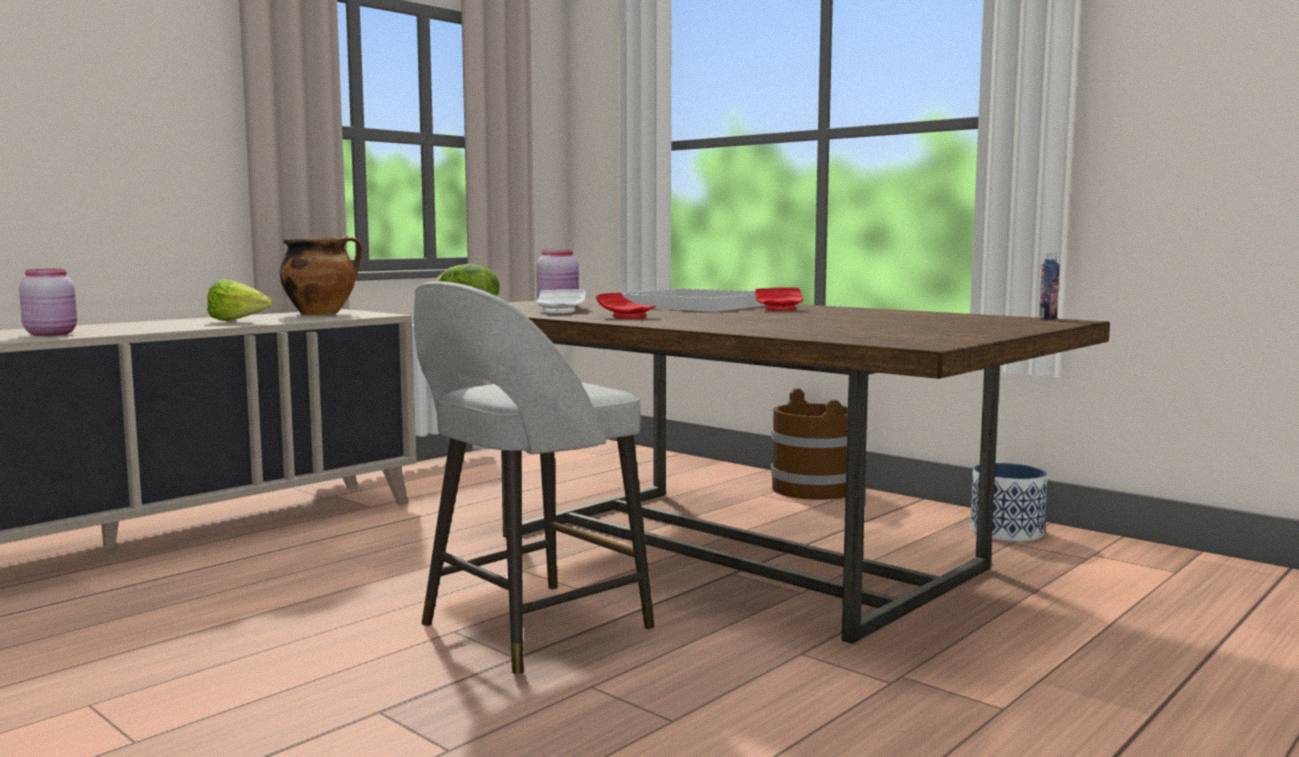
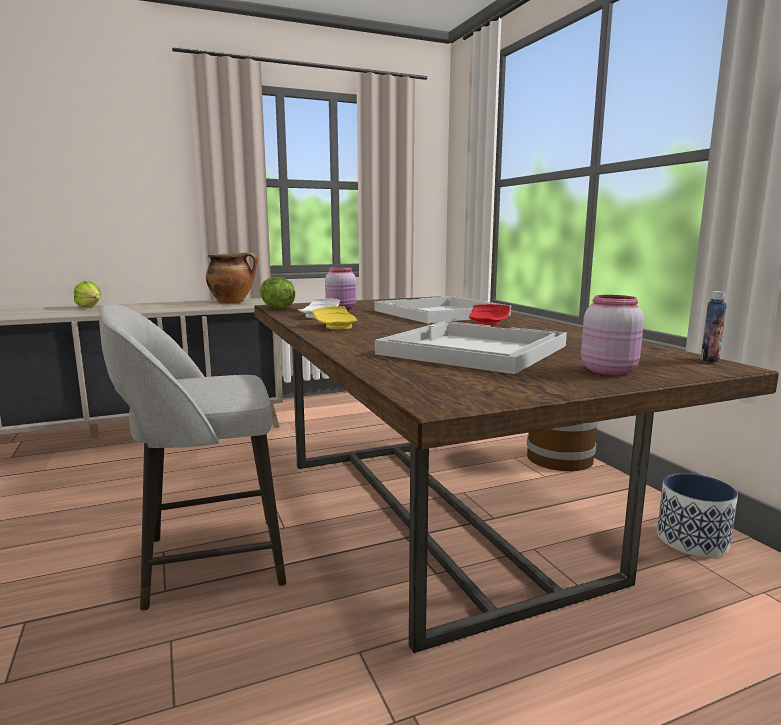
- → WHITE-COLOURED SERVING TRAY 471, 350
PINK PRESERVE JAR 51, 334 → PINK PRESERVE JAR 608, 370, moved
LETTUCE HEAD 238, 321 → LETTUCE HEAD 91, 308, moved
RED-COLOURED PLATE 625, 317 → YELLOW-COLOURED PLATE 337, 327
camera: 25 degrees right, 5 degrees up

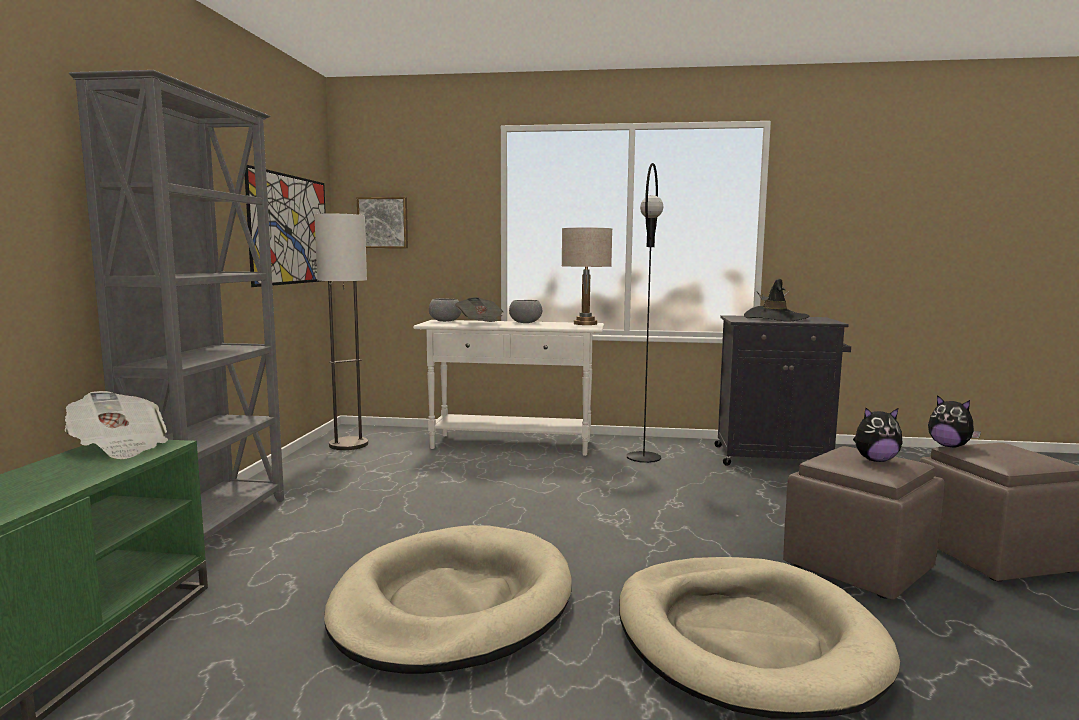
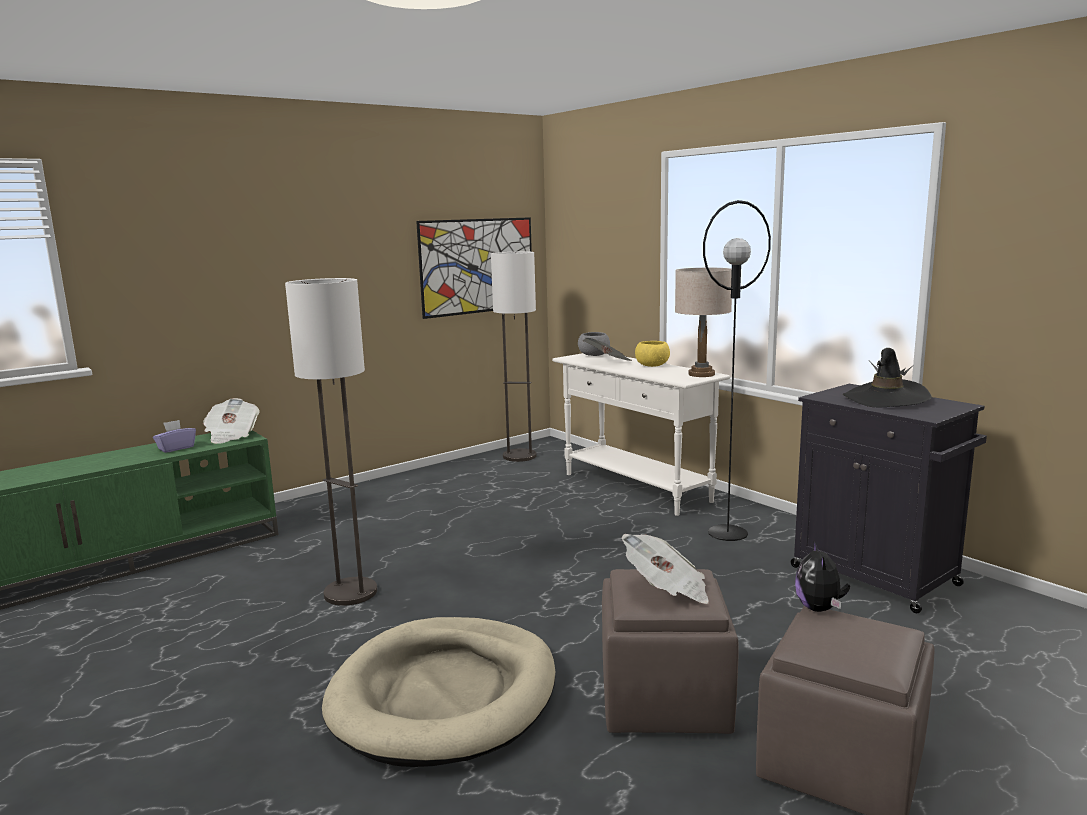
GRAY BOOKCASE 214, 526 → -
PICTURE 383, 223 → -
- → PURPLE-COLOURED TISSUE BOX 176, 448
BEIGE PET BED 453, 605 → FLOOR LAMP 350, 593
CUDDLY TOY 875, 460 → DAILY PAPER 667, 590
GRAY SERVING BOWL 525, 322 → YELLOW-COLOURED SERVING BOWL 652, 365
camera: 45 degrees right, 5 degrees up

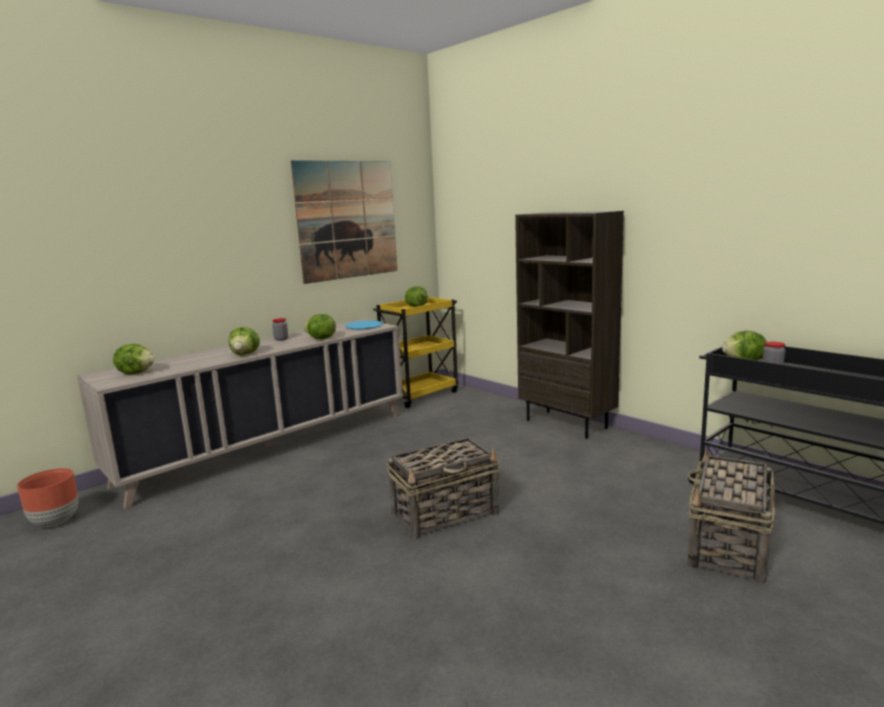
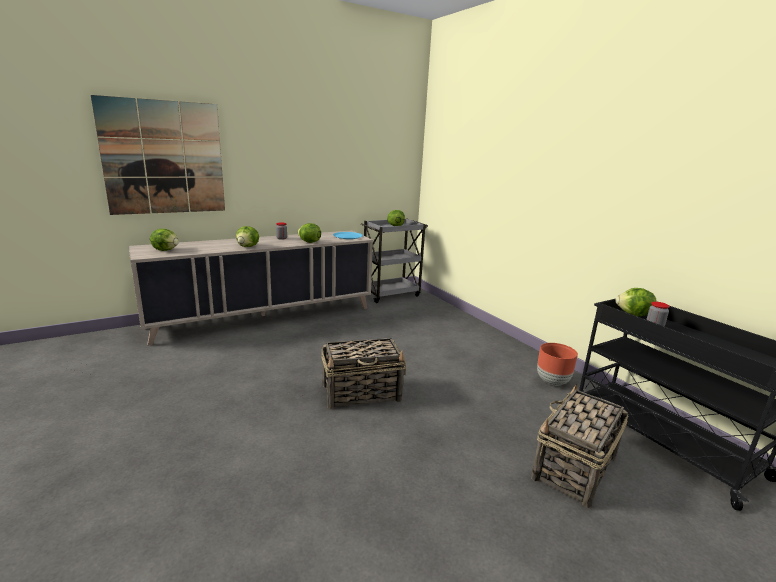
BROWN-COLOURED BOOKCASE 567, 424 → -
BROWN-COLOURED PLANT POT 56, 521 → BROWN-COLOURED PLANT POT 552, 381, moved
PICTURE 347, 220 → PICTURE 164, 158, moved
YELLOW-COLOURED CART 421, 395 → GRAY CART 391, 294
camera: 10 degrees right, 5 degrees up

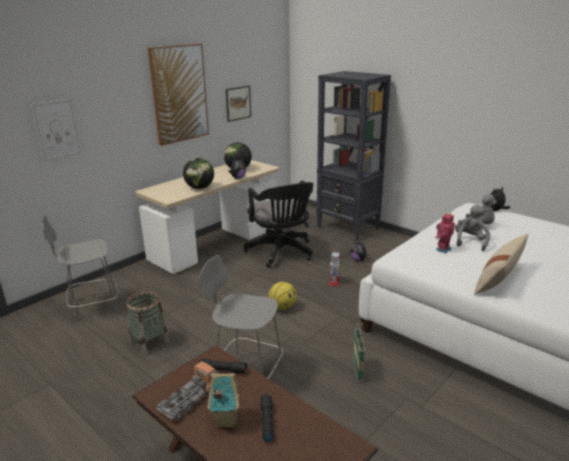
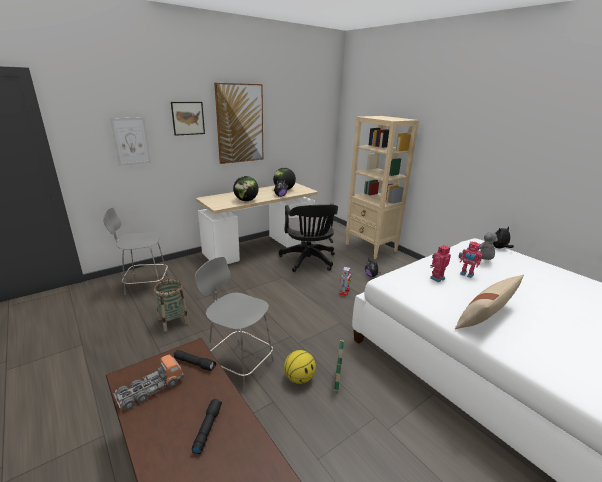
TOY HOUSE 225, 420 → -
PICTURE 238, 103 → PICTURE 188, 118, moved
BALL FOR BASKETBALL 283, 307 → BALL FOR BASKETBALL 299, 378, moved
GRAY CUDDLY TOY 470, 242 → TOY ROBOT 466, 274
BLACK BOOKCASE 348, 228 → BEIGE BOOKCASE 371, 248
camera: 10 degrees right, 0 degrees up

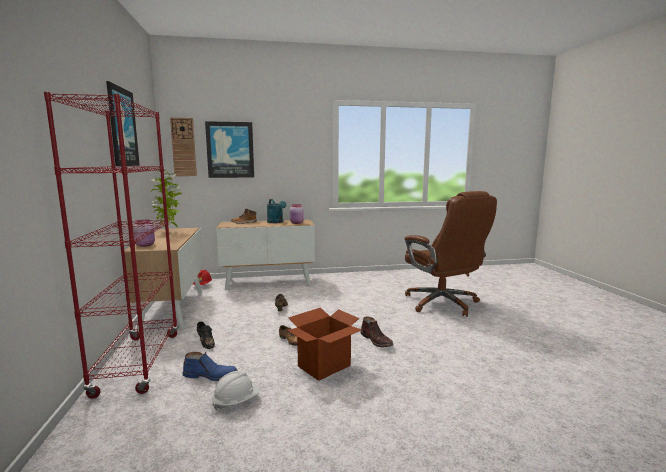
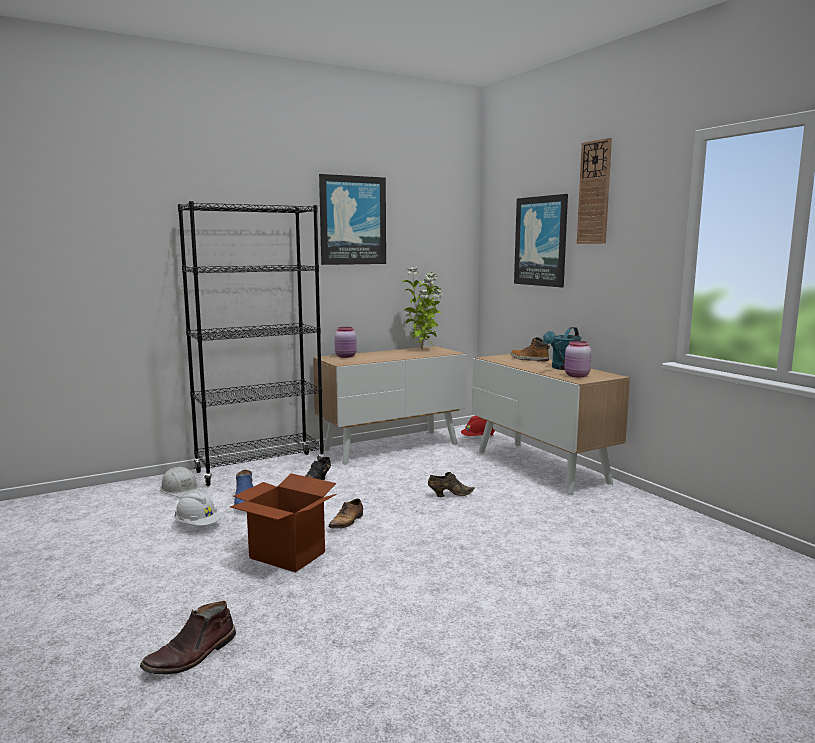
BROWN-COLOURED COMPUTER CHAIR 442, 303 → -
- → WHITE-COLOURED SAFETY HELMET 180, 490
WALL CLOCK 183, 147 → WALL CLOCK 594, 192, moved
BROWN-COLOURED BOOT 377, 341 → BROWN-COLOURED BOOT 192, 655, moved
RED-COLOURED BOOKCASE 138, 363 → BLACK BOOKCASE 260, 469
camera: 70 degrees right, 0 degrees up

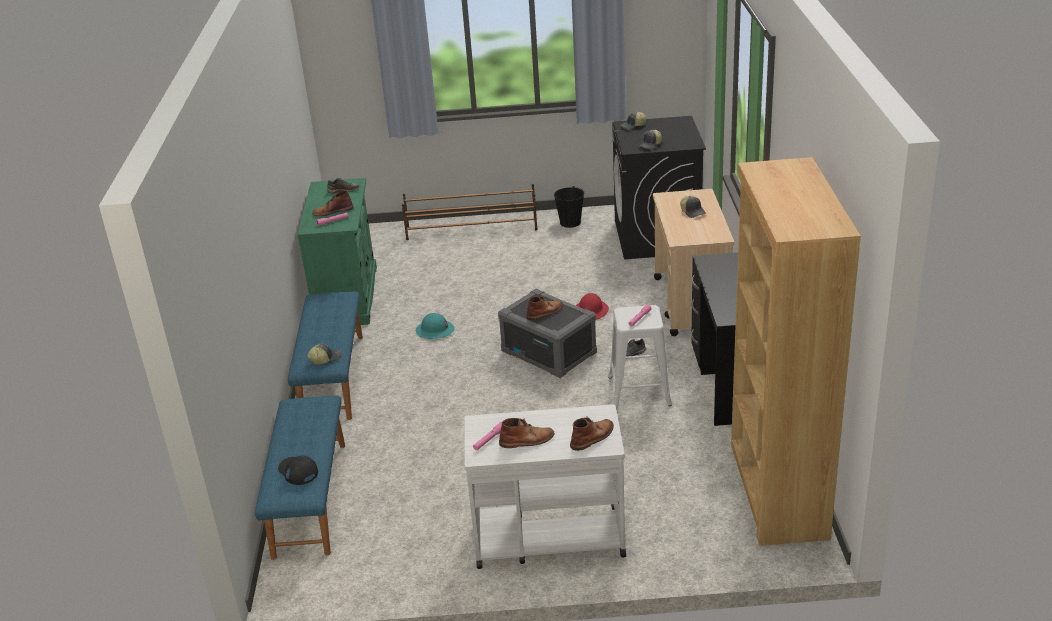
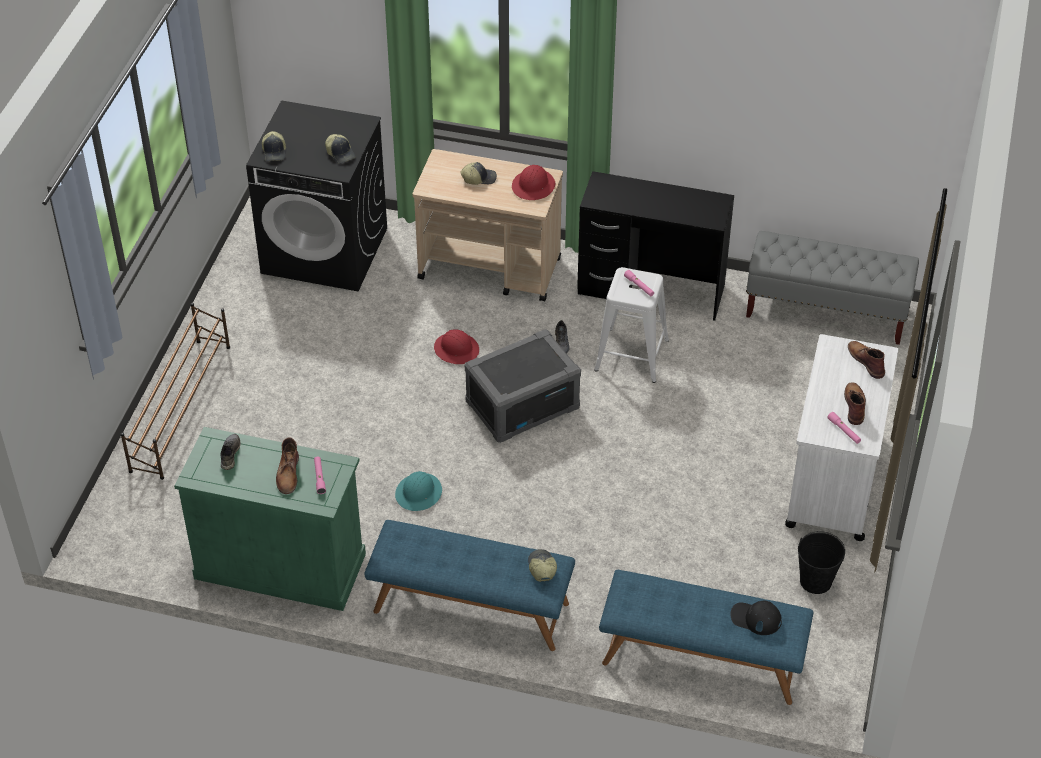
BROWN-COLOURED BOOT 545, 312 → -
- → RED-COLOURED SAFETY HELMET 533, 186
BLACK WATER BUCKET 570, 222 → BLACK WATER BUCKET 815, 581, moved
BROWN-COLOURED BOOKCASE 776, 490 → GRAY INDOOR BENCH 826, 312
BLACK BASEBALL CAP 298, 471 → BLACK BASEBALL CAP 755, 618, 45 degrees clockwise
camera: 75 degrees left, 15 degrees up

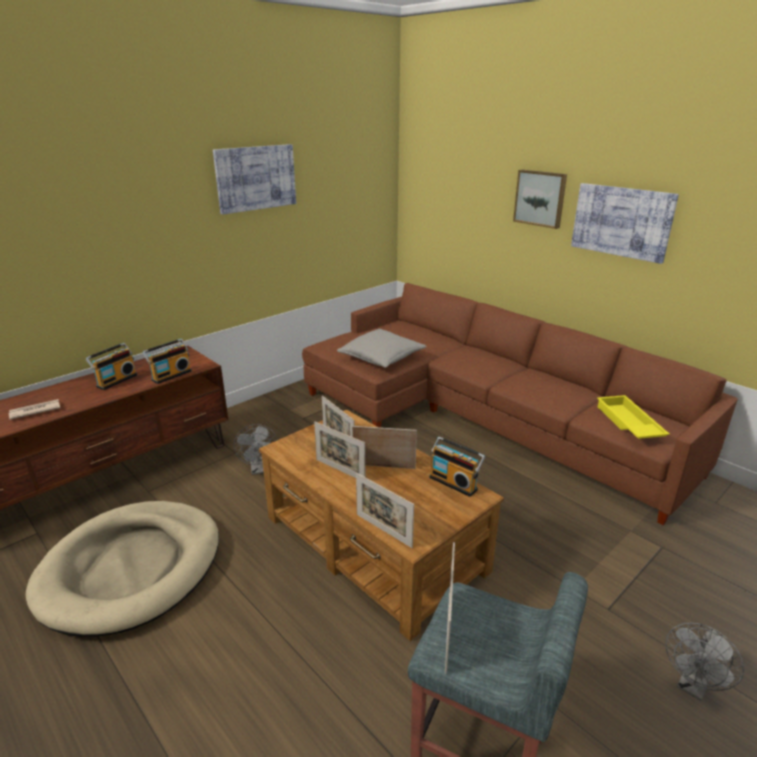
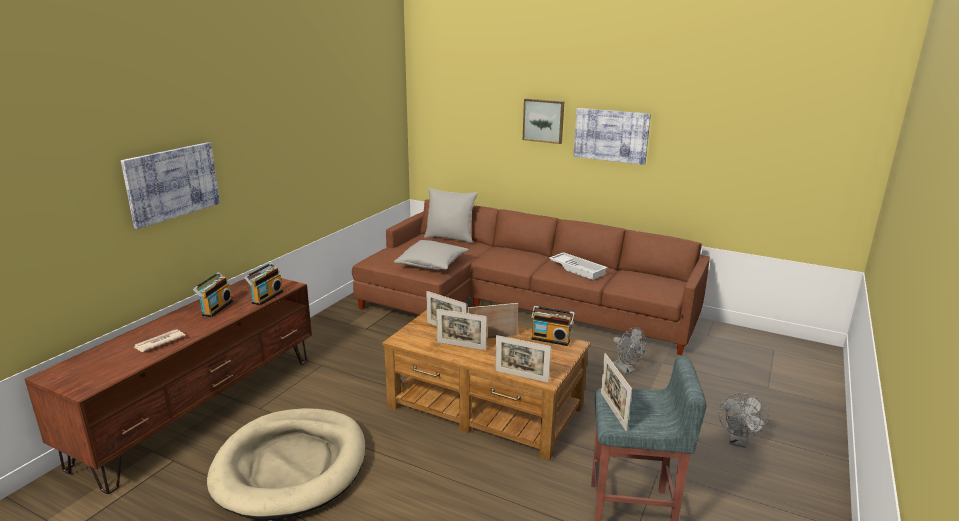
YELLOW-COLOURED SERVING TRAY 627, 423 → -
- → GRAY THROW PILLOW 450, 238
- → WHITE-COLOURED SERVING TRAY 578, 269
PICTURE 256, 178 → PICTURE 172, 183, moved
GRAY COOLING FAN 259, 469 → GRAY COOLING FAN 626, 370, moved
camera: 20 degrees left, 5 degrees down

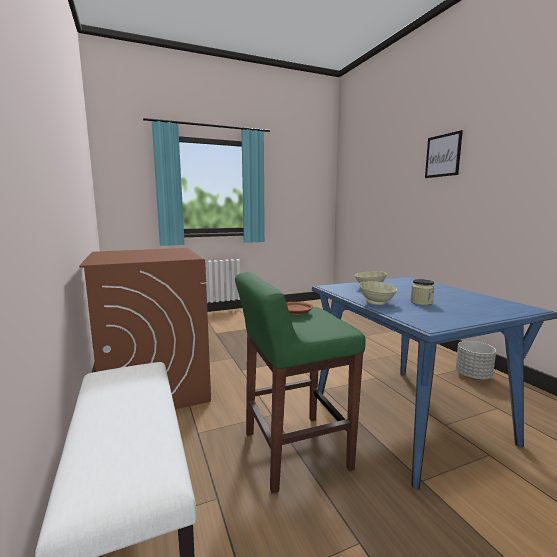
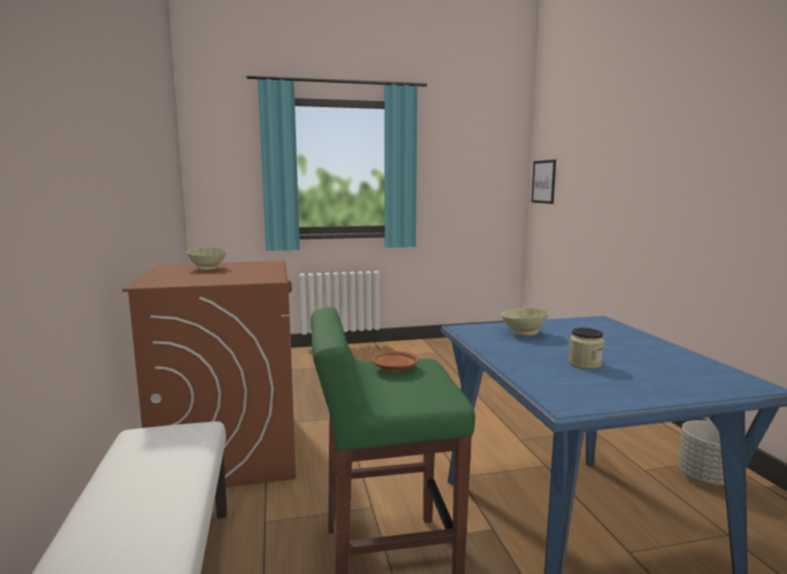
BEIGE SERVING BOWL 376, 303 → BEIGE SERVING BOWL 207, 268, moved
PICTURE 443, 155 → PICTURE 543, 182, moved
camera: 10 degrees right, 0 degrees up

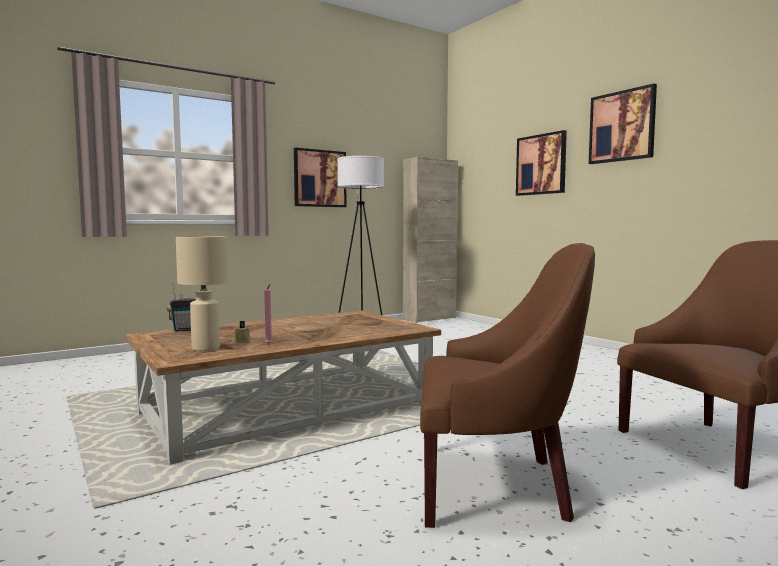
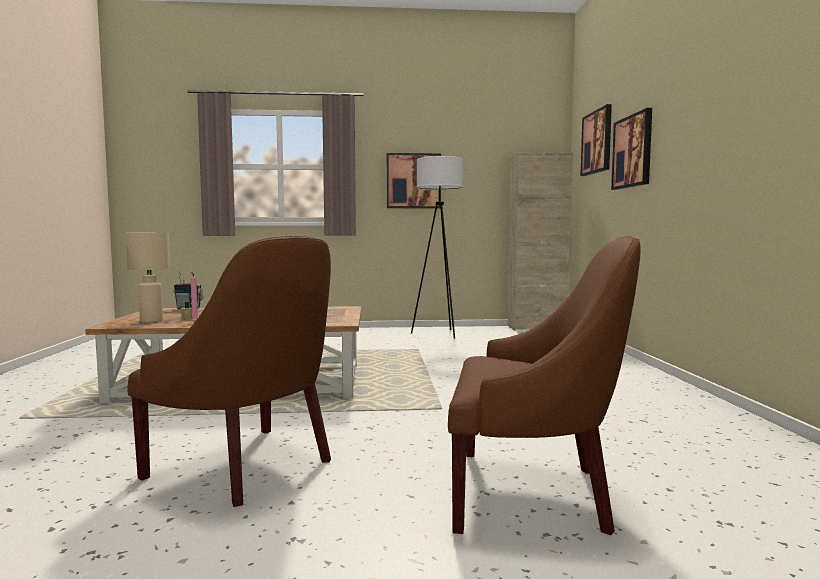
PICTURE 622, 126 → PICTURE 597, 142, moved
camera: 30 degrees right, 0 degrees up

